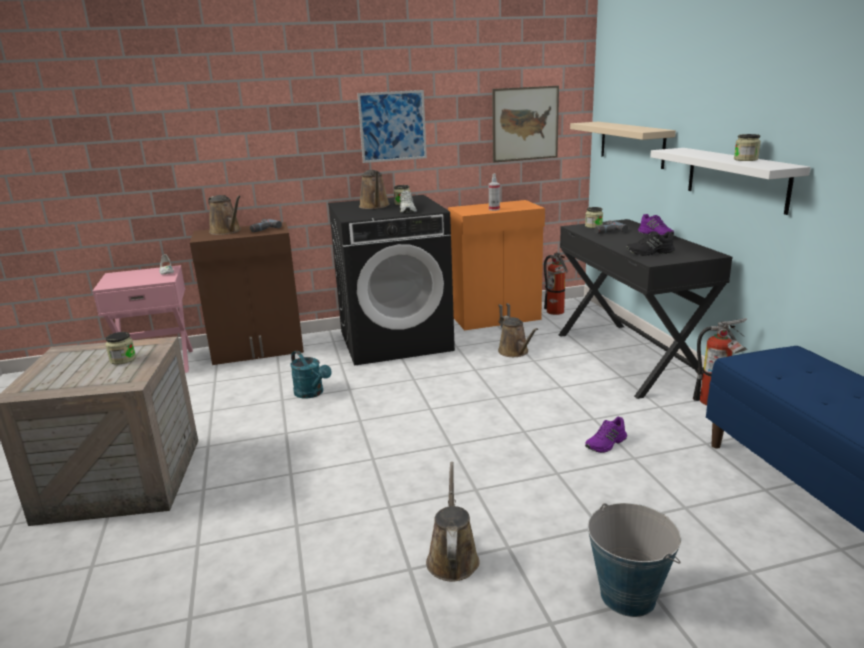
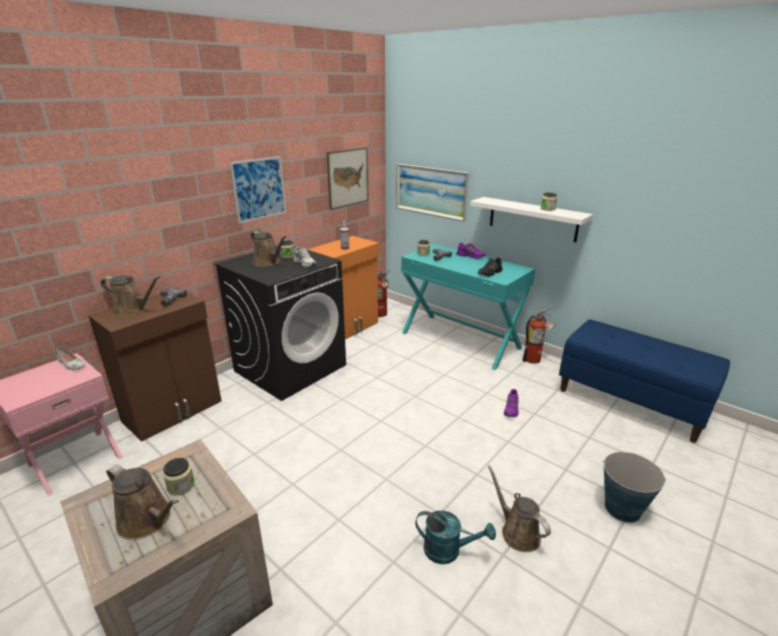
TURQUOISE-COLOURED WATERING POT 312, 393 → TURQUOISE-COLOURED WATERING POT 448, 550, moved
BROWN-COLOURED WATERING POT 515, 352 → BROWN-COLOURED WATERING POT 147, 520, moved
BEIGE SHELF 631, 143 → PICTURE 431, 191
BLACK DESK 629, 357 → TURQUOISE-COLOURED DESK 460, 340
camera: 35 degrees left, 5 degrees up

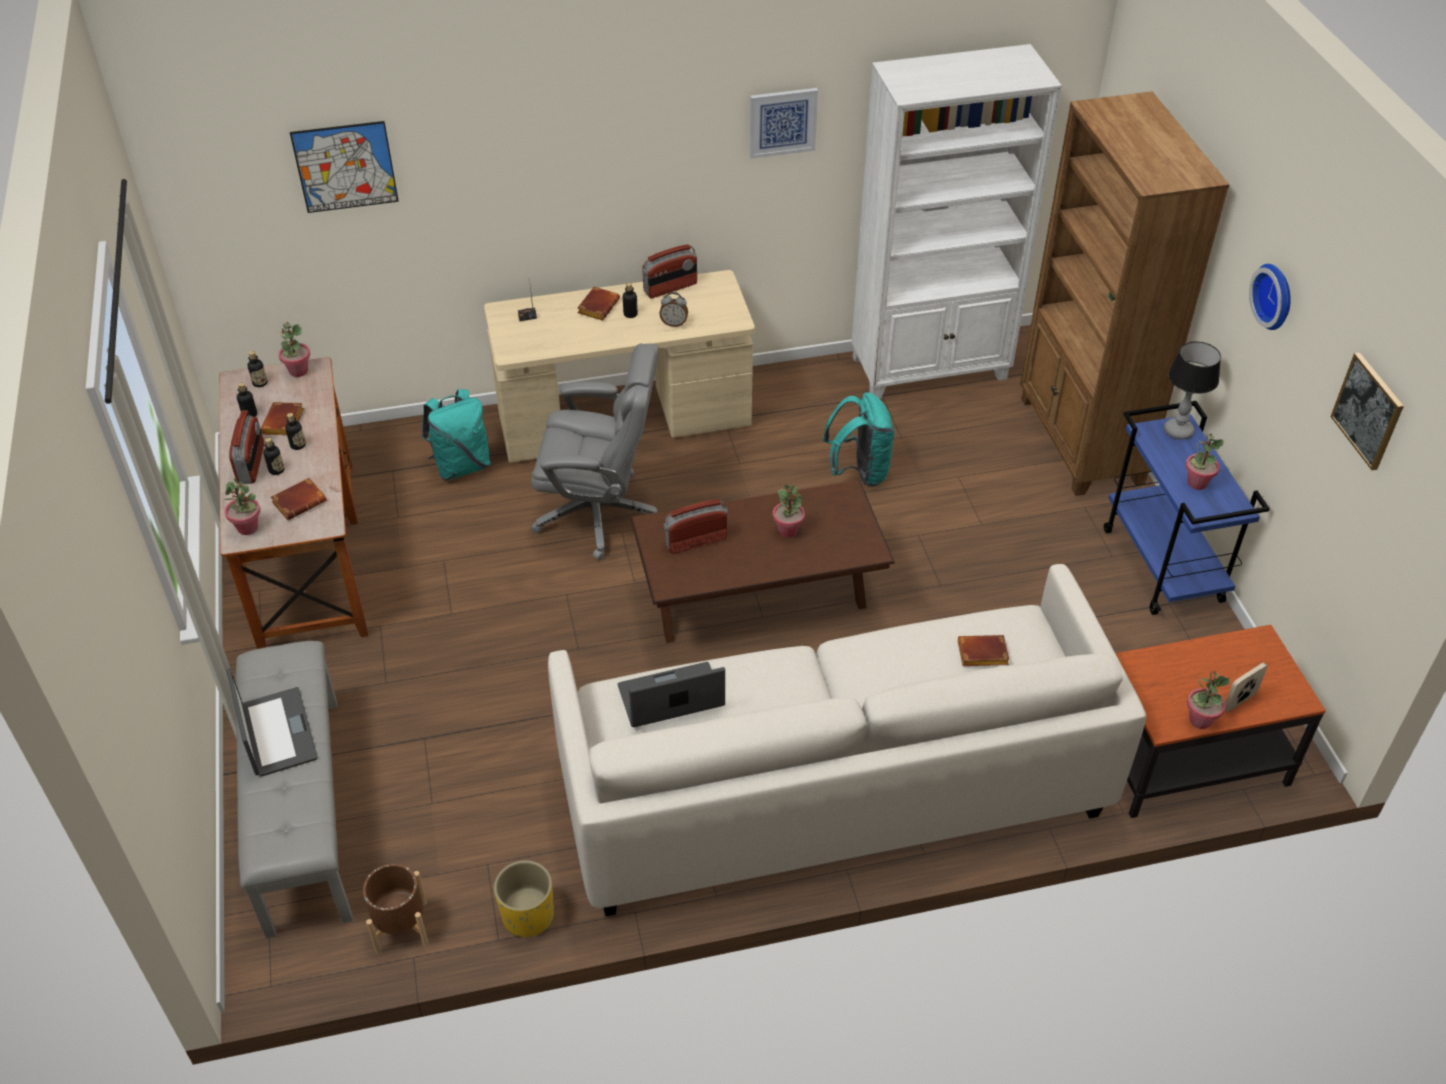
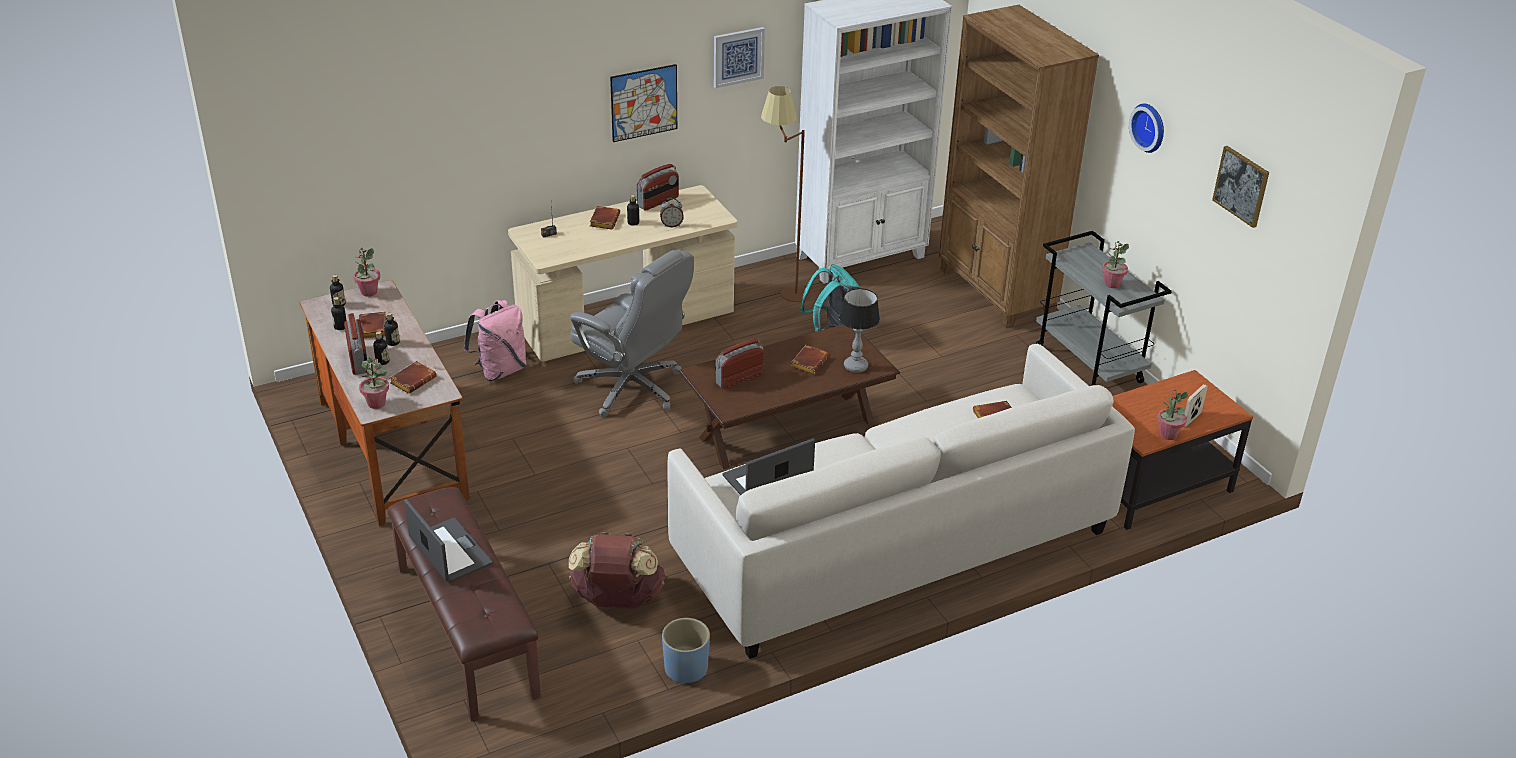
BROWN-COLOURED PLANT POT 401, 927 → -
- → BROWN-COLOURED RUCKSACK 617, 600
- → BROWN-COLOURED FLOOR LAMP 783, 290
PICTURE 345, 167 → PICTURE 644, 103, moved
TABLE LAMP 1179, 431 → TABLE LAMP 856, 366, moved
PLANT IN A POT 788, 530 → BROWN-COLOURED BOOK 809, 362
GRAY INDOOR BENCH 302, 812 → BROWN-COLOURED INDOOR BENCH 465, 630
TURQUOISE-COLOURED RUCKSACK 461, 466 → PINK RUCKSACK 500, 370
YELLOW-COLOURED PLANT POT 527, 916 → BLUE PLANT POT 686, 669
BLUE CART 1164, 566 → GRAY CART 1089, 365
GRAY COMPUTER CHAIR 600, 513 → GRAY COMPUTER CHAIR 632, 388, 45 degrees clockwise
camera: 15 degrees left, 10 degrees down

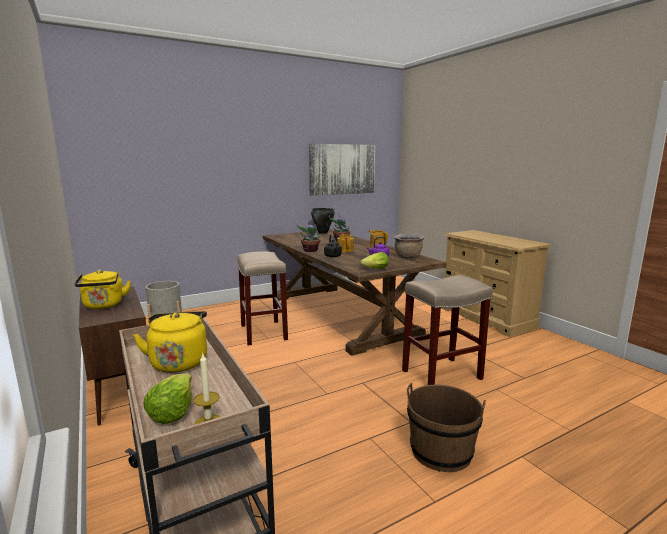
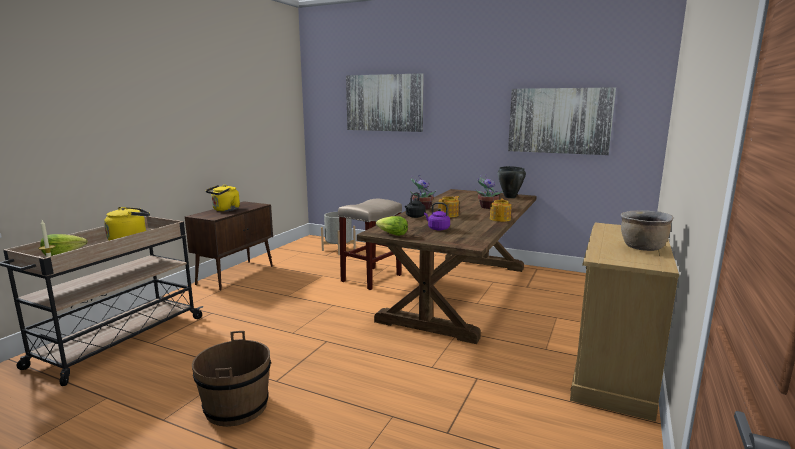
BEIGE STOOL SEAT 441, 375 → -
- → PICTURE 384, 103
BROWN-COLOURED SAUCEPOT 408, 257 → BROWN-COLOURED SAUCEPOT 642, 248, moved
camera: 55 degrees right, 0 degrees up

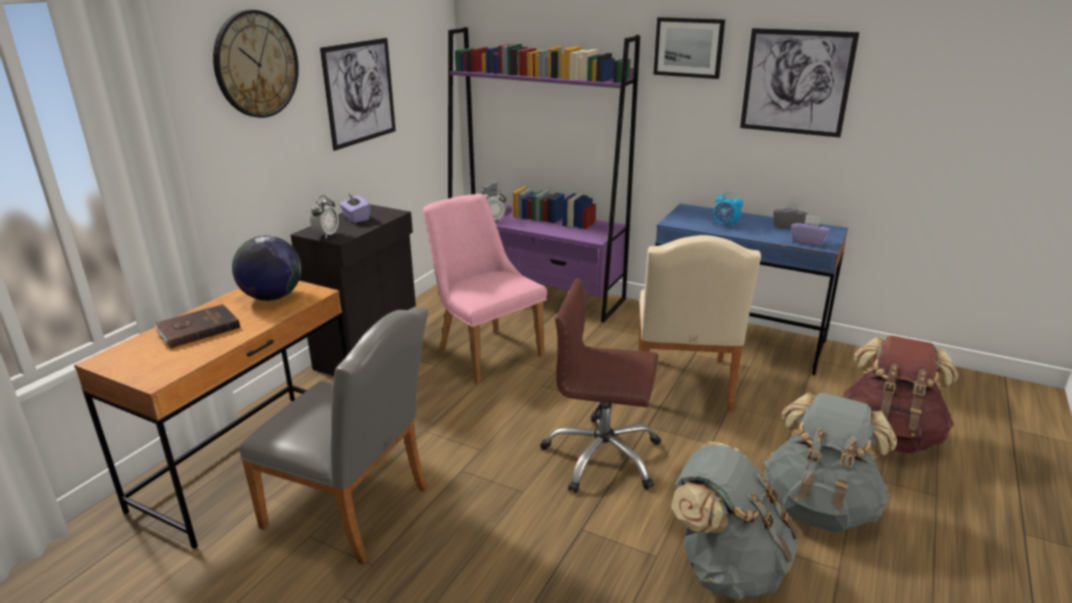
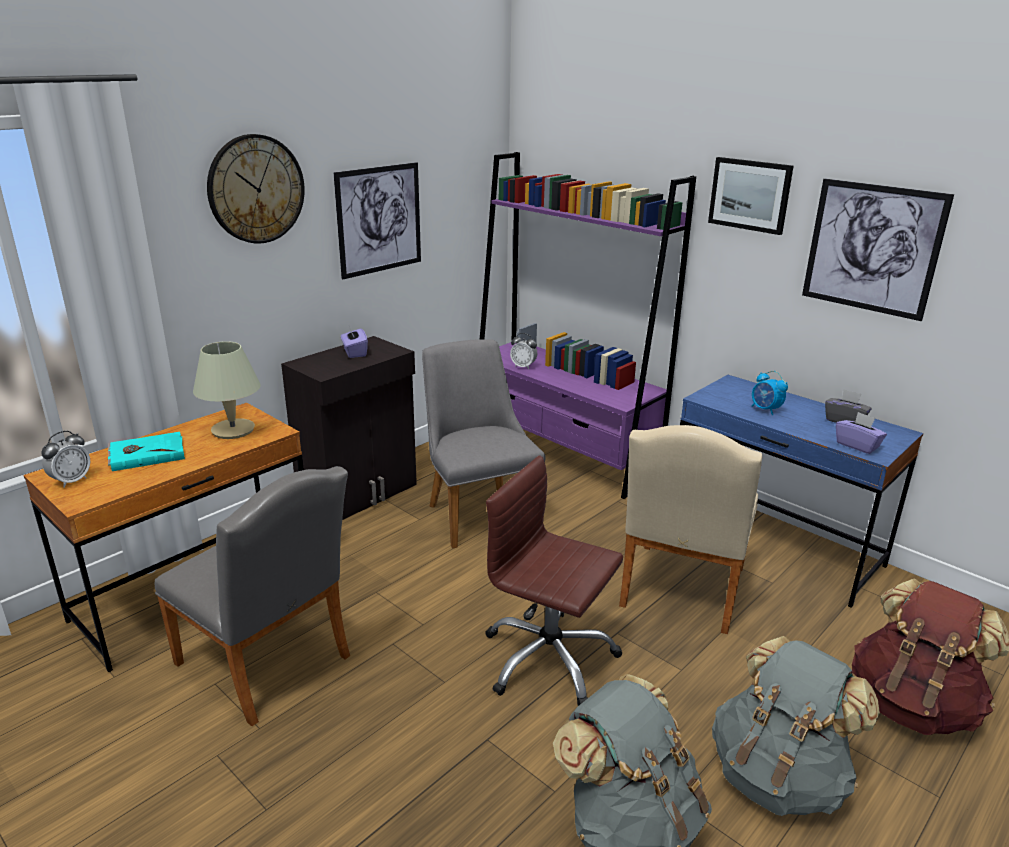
ALARM CLOCK 326, 235 → ALARM CLOCK 71, 481, moved
DESK GLOBE 272, 297 → BEIGE TABLE LAMP 232, 430
BROWN-COLOURED BOOK 197, 328 → TURQUOISE-COLOURED BOOK 147, 454
PINK UPRIGHT CHAIR 483, 350 → GRAY UPRIGHT CHAIR 477, 511
camera: 15 degrees right, 0 degrees up

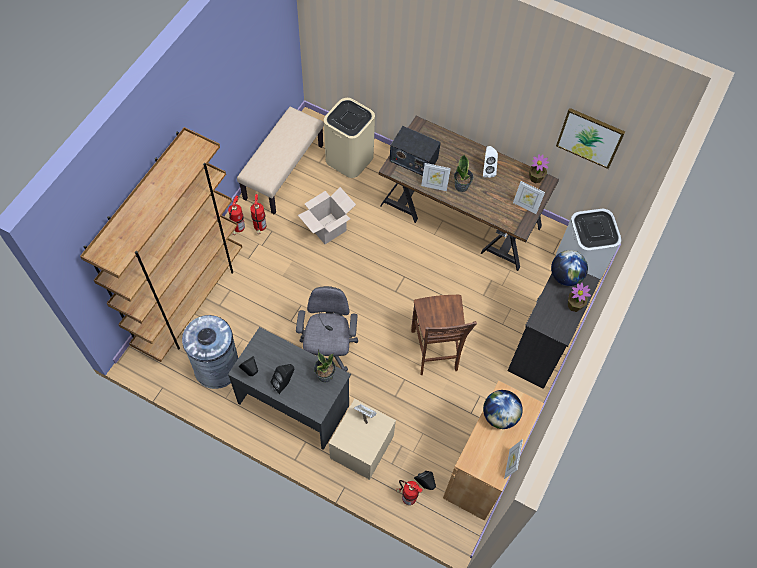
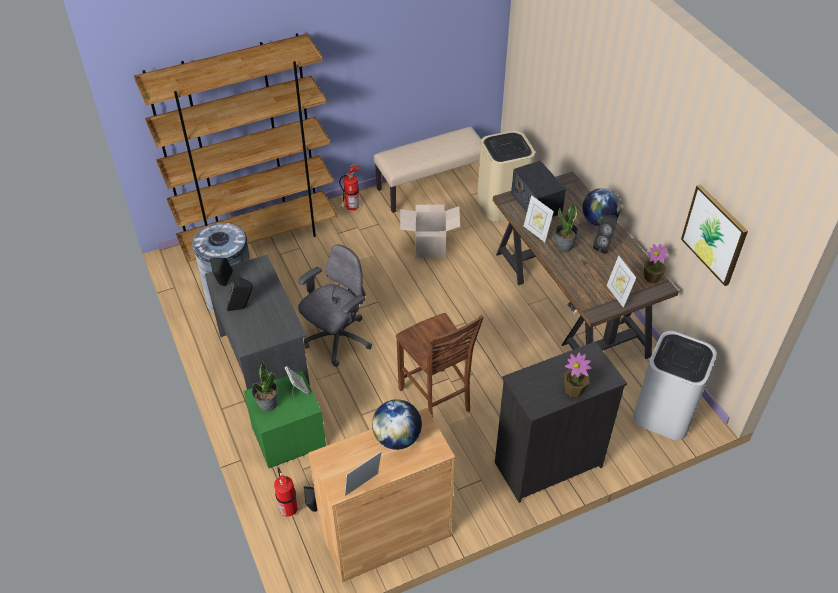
EXTINGUISHER 260, 228 → -
PLANT IN A POT 325, 375 → PLANT IN A POT 267, 404, moved
DESK GLOBE 565, 276 → DESK GLOBE 598, 221, moved
BEIGE NIGHTSTAND 361, 447 → GREEN NIGHTSTAND 288, 437
WHITE-COLOURED LOUDSPEAKER 487, 170 → BLACK LOUDSPEAKER 604, 246
BROWN-COLOURED UPRIGHT CHAIR 435, 351 → BROWN-COLOURED UPRIGHT CHAIR 435, 401, 60 degrees counterclockwise
camera: 40 degrees right, 15 degrees down

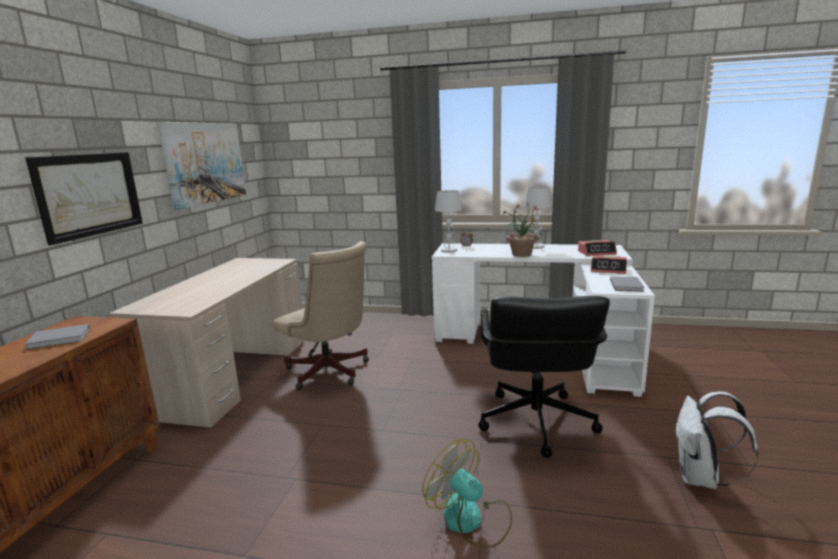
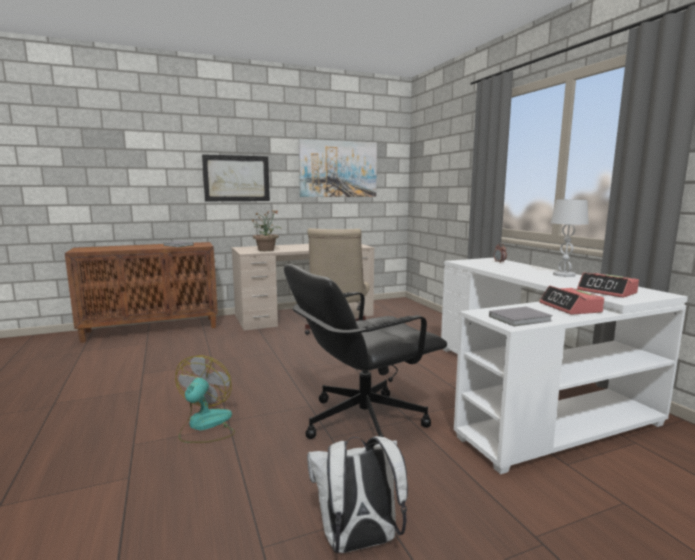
WHITE-COLOURED TABLE LAMP 449, 250 → -
PLANT IN A POT 521, 254 → PLANT IN A POT 266, 250, moved
camera: 55 degrees right, 5 degrees down

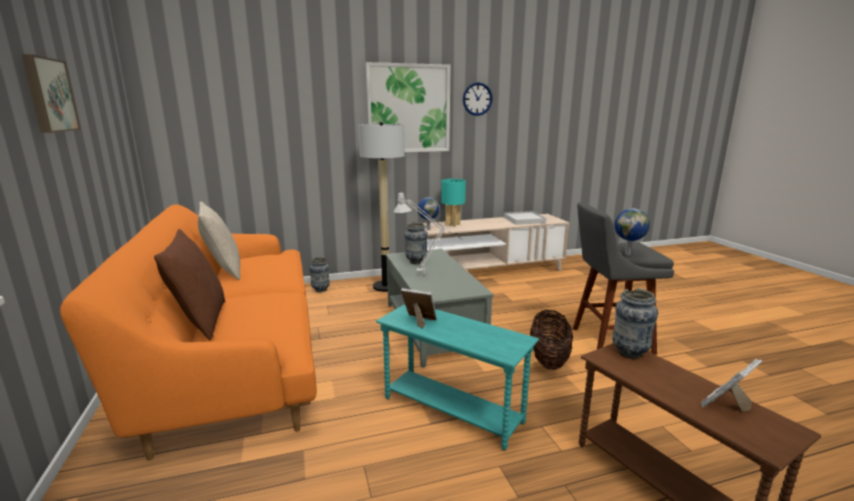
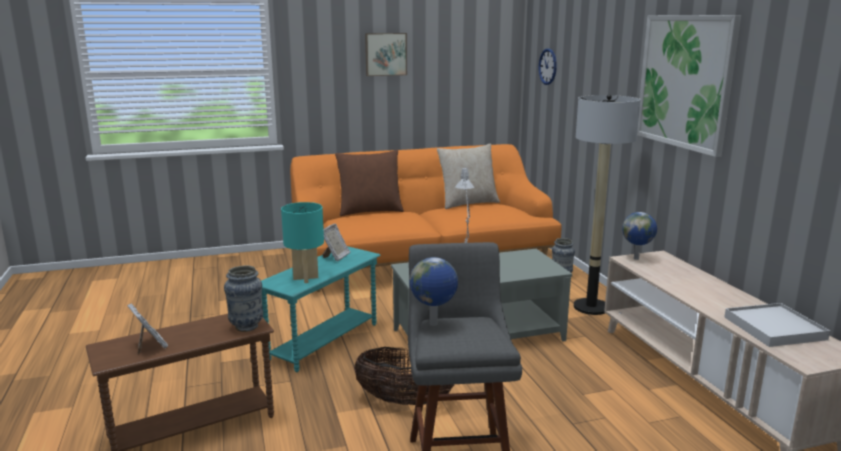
DECORATIVE VASE 416, 262 → -
TURQUOISE-COLOURED TABLE LAMP 453, 224 → TURQUOISE-COLOURED TABLE LAMP 306, 278, moved
WALL CLOCK 477, 99 → WALL CLOCK 548, 66, moved
camera: 90 degrees right, 0 degrees up

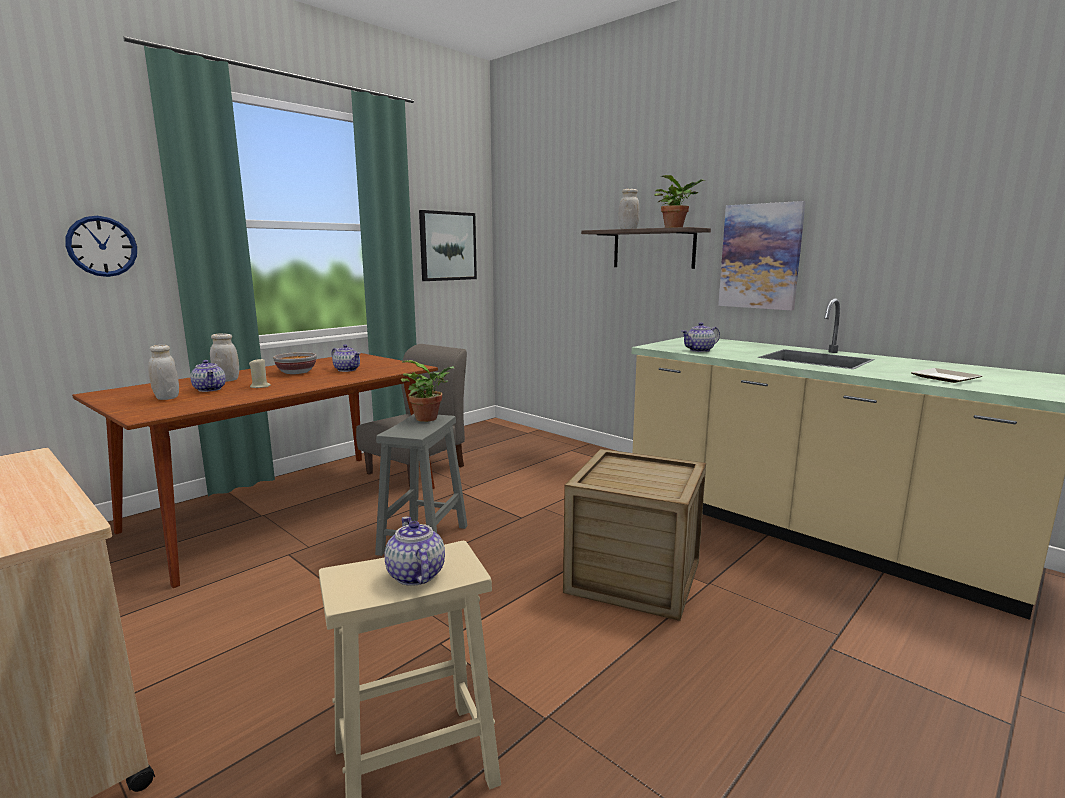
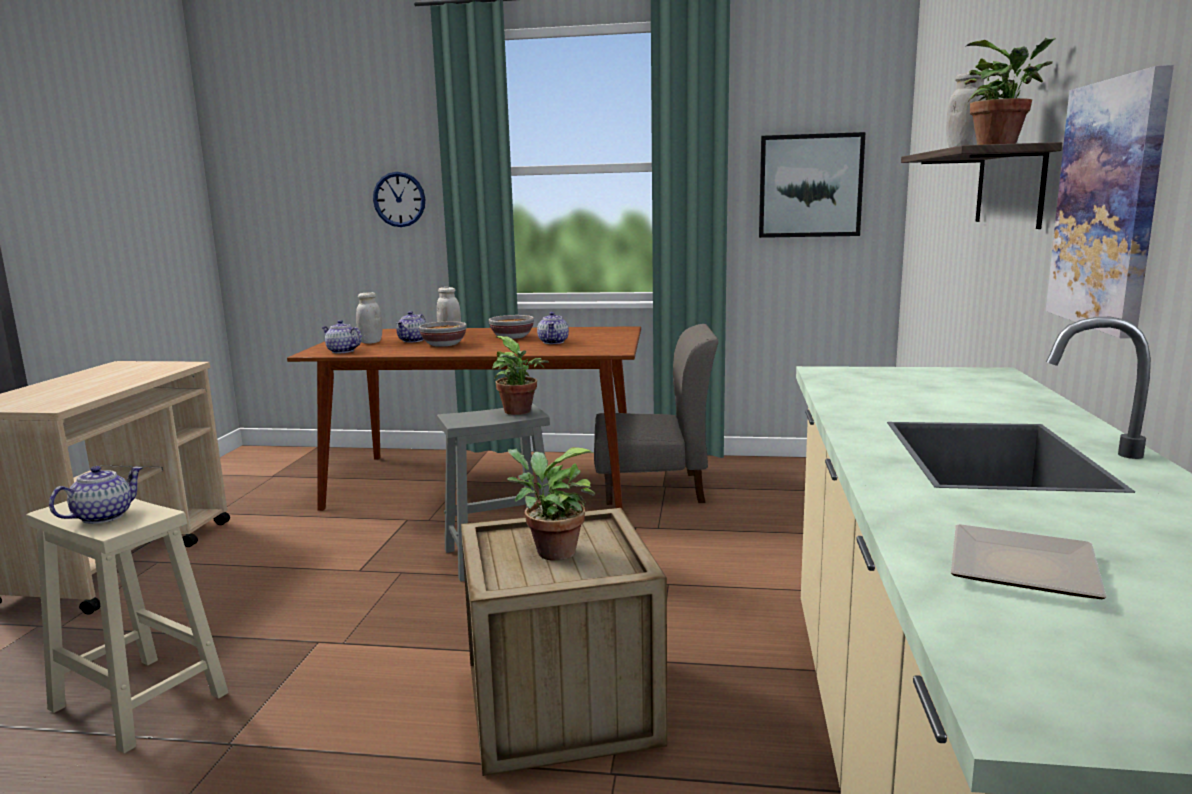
- → PLANT IN A POT 551, 552
POT FOR TEA 699, 350 → POT FOR TEA 342, 351, moved
BEIGE WAX LIGHT 260, 386 → SERVING BOWL 443, 345
camera: 55 degrees right, 0 degrees up

